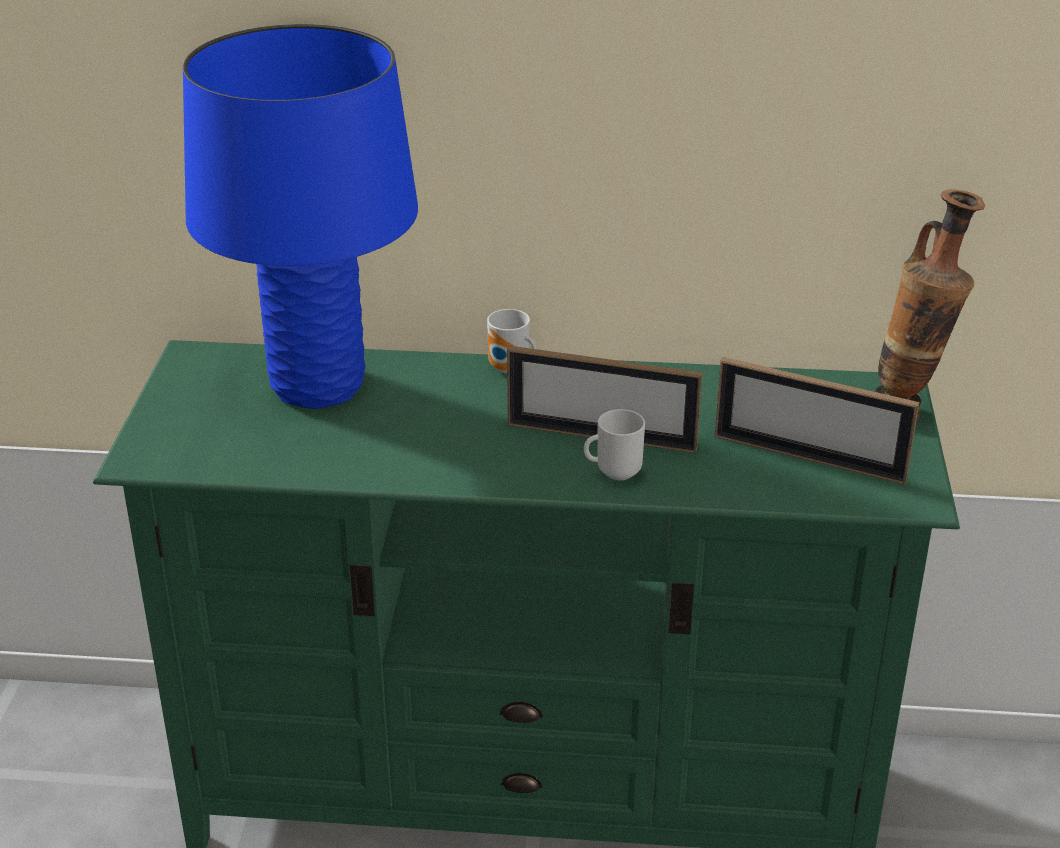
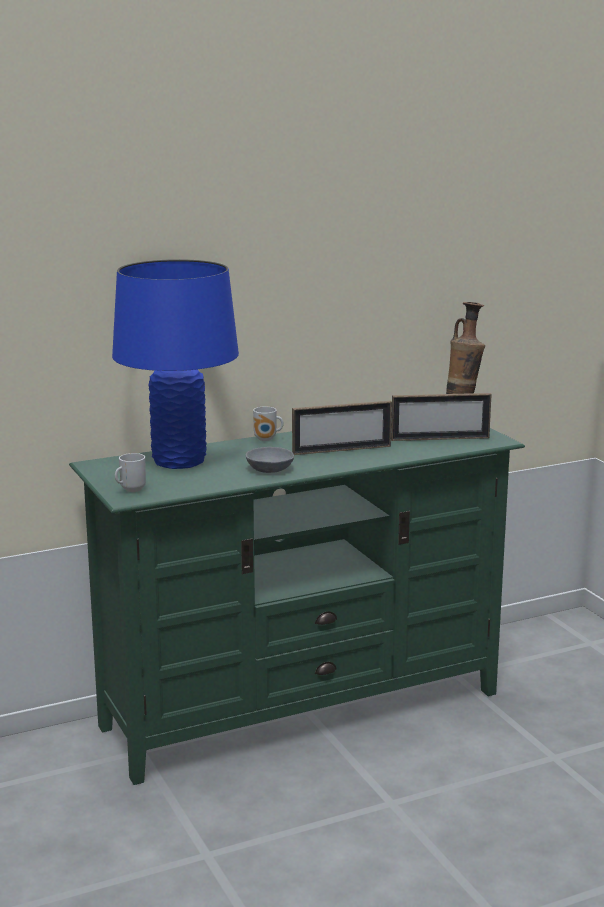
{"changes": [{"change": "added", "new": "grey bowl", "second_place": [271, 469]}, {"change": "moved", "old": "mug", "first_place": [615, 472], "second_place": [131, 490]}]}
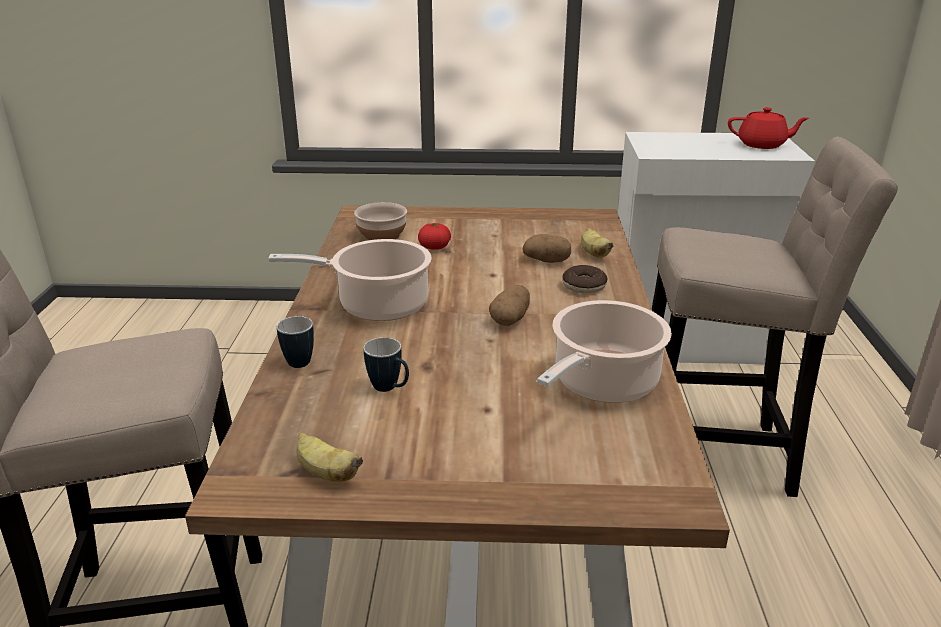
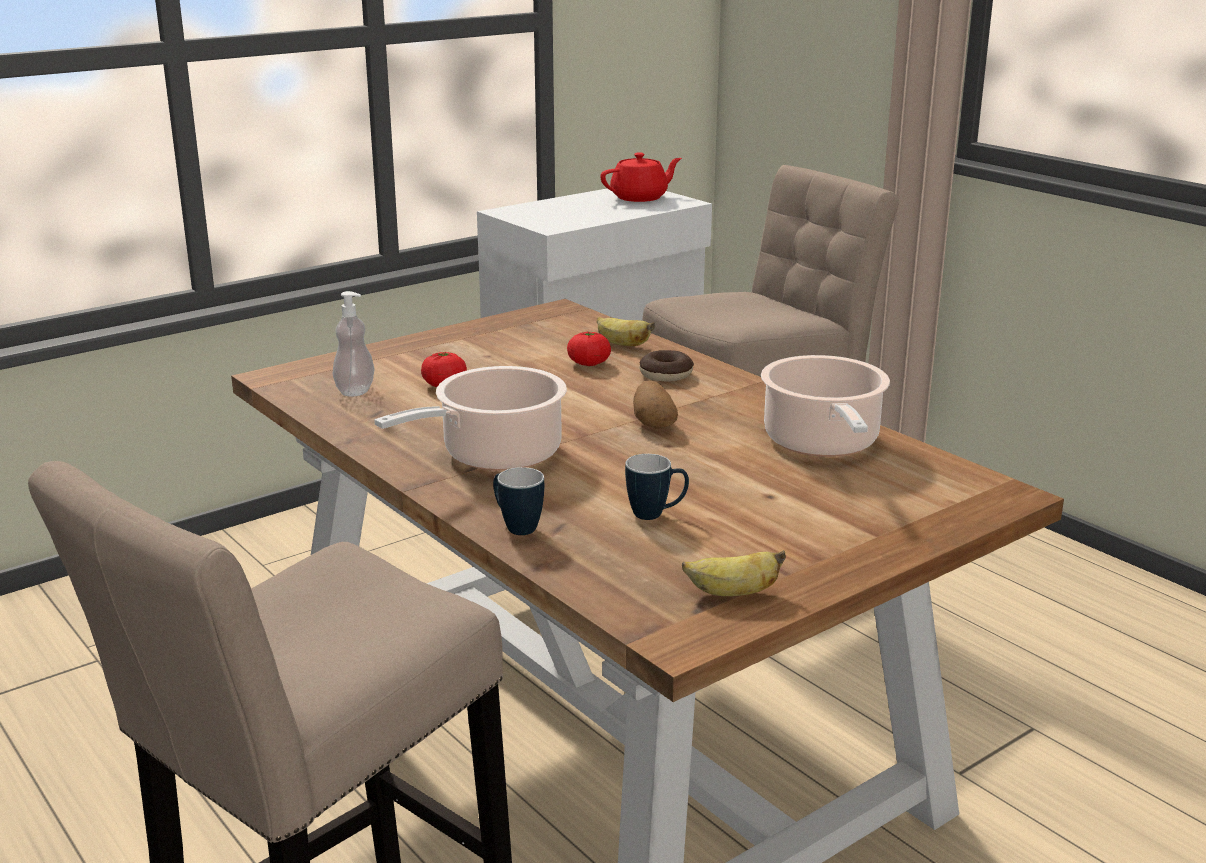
{"changes": [{"change": "replaced", "old": "bowl", "new": "soap dispenser", "first_place": [382, 235], "second_place": [355, 391]}, {"change": "replaced", "old": "potato", "new": "tomato", "first_place": [547, 260], "second_place": [589, 363]}]}
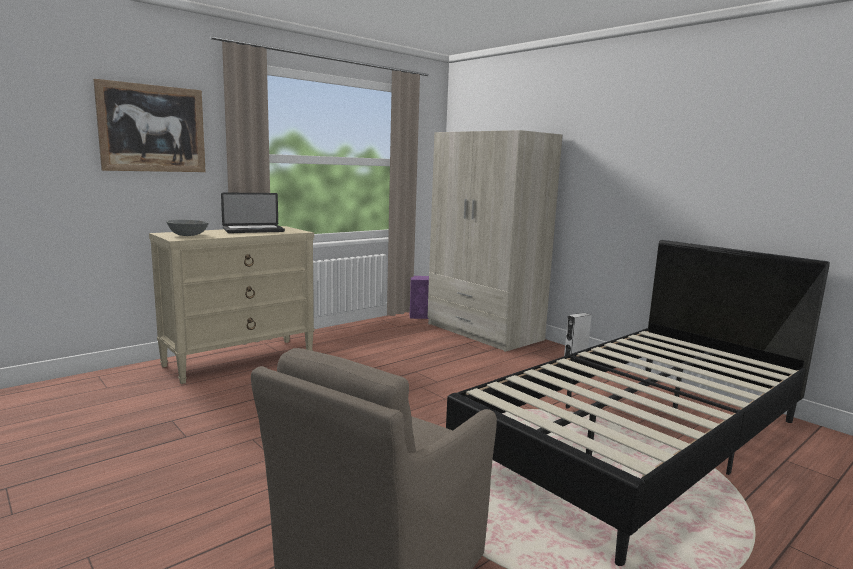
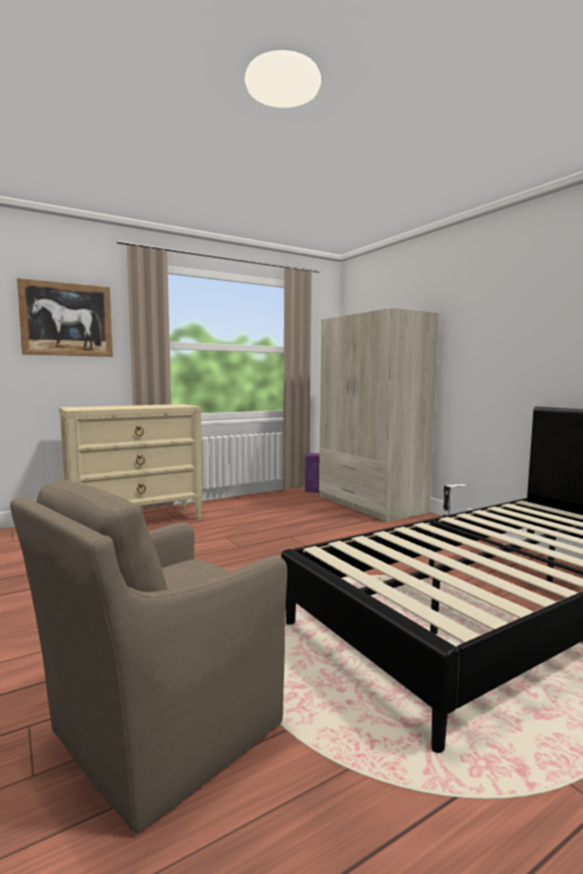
{"changes": [{"change": "removed", "old": "grey bowl", "first_place": [187, 235]}, {"change": "removed", "old": "laptop", "first_place": [253, 230]}]}
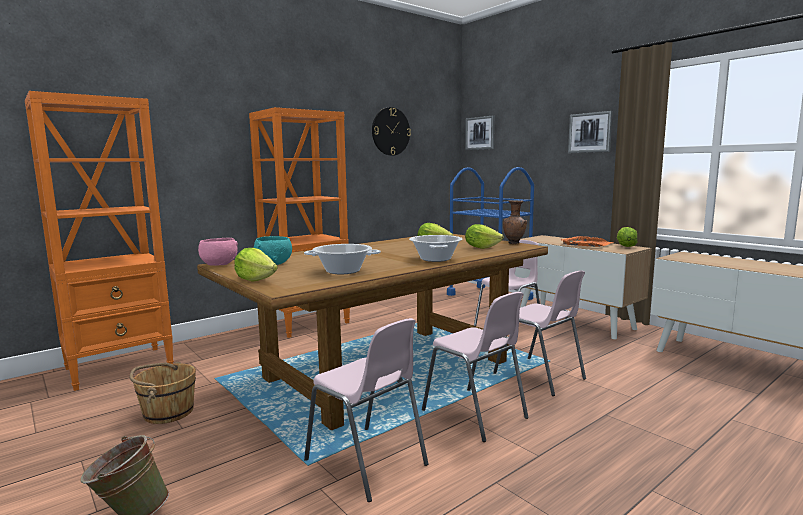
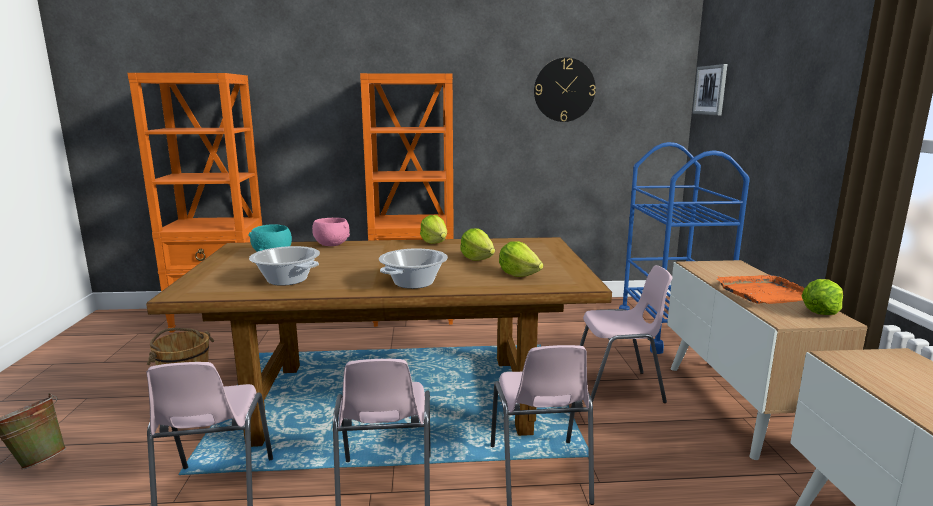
{"changes": [{"change": "removed", "old": "brown vase", "first_place": [514, 243]}, {"change": "removed", "old": "picture", "first_place": [590, 132]}, {"change": "moved", "old": "pink bowl", "first_place": [218, 265], "second_place": [331, 245]}, {"change": "moved", "old": "lettuce", "first_place": [255, 279], "second_place": [434, 242]}]}
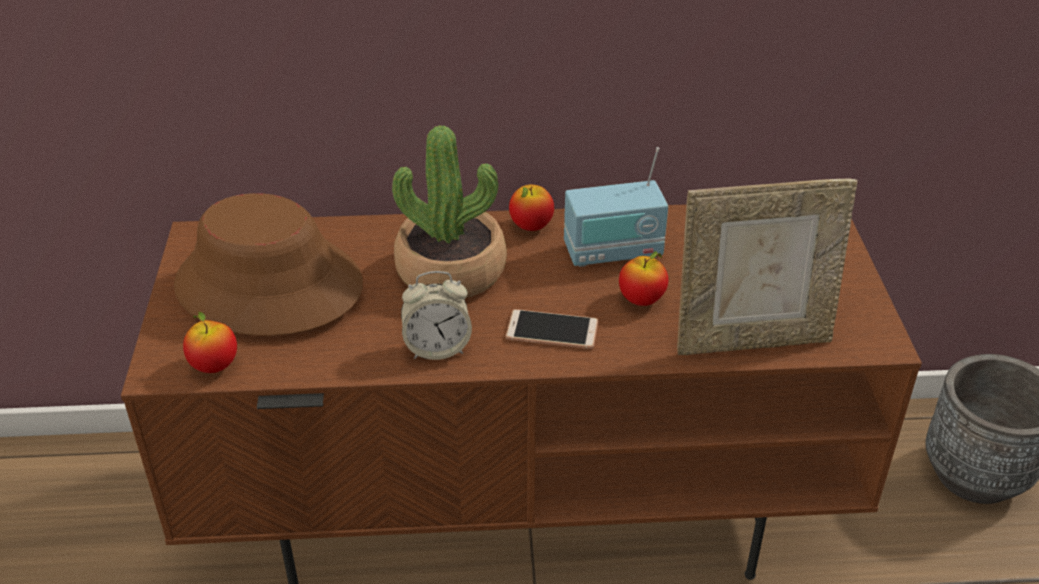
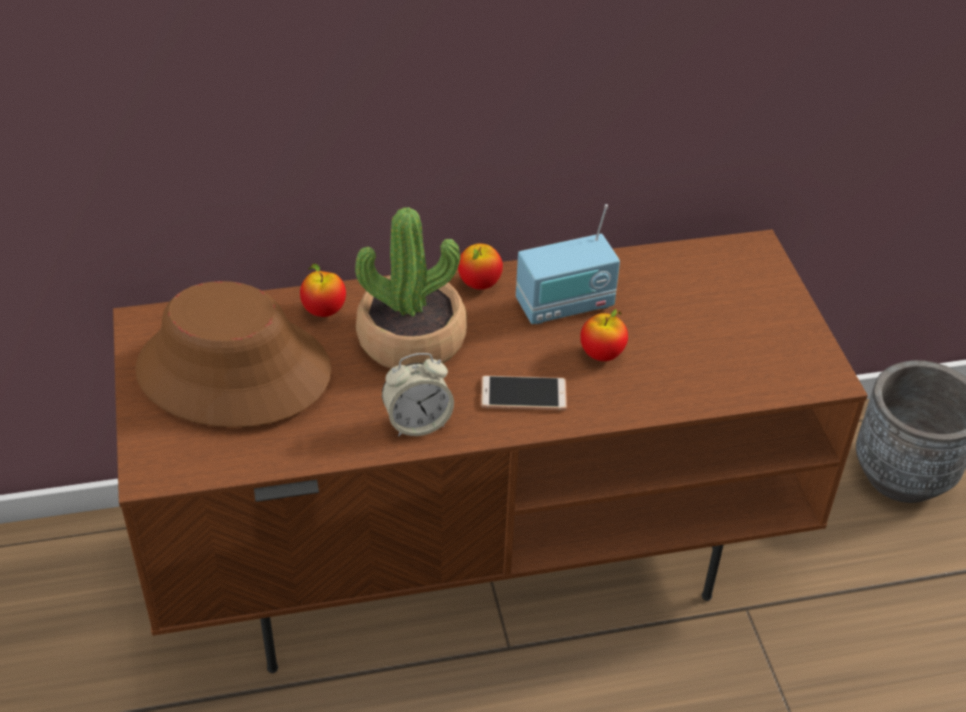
{"changes": [{"change": "removed", "old": "picture frame", "first_place": [751, 340]}, {"change": "moved", "old": "apple", "first_place": [214, 366], "second_place": [324, 311]}]}
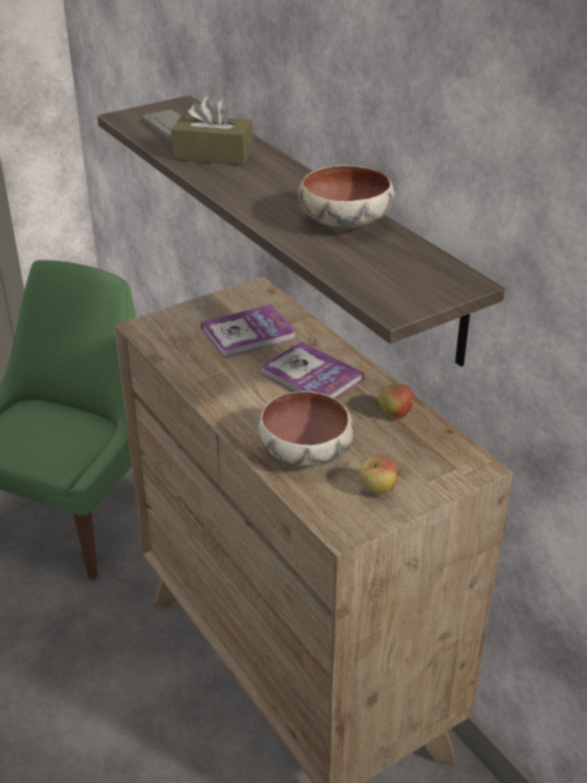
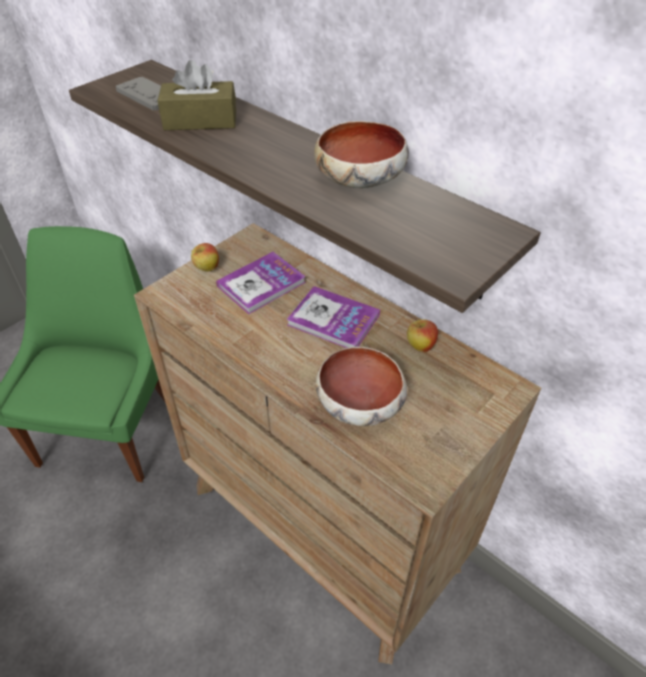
{"changes": [{"change": "moved", "old": "apple", "first_place": [377, 490], "second_place": [207, 269]}]}
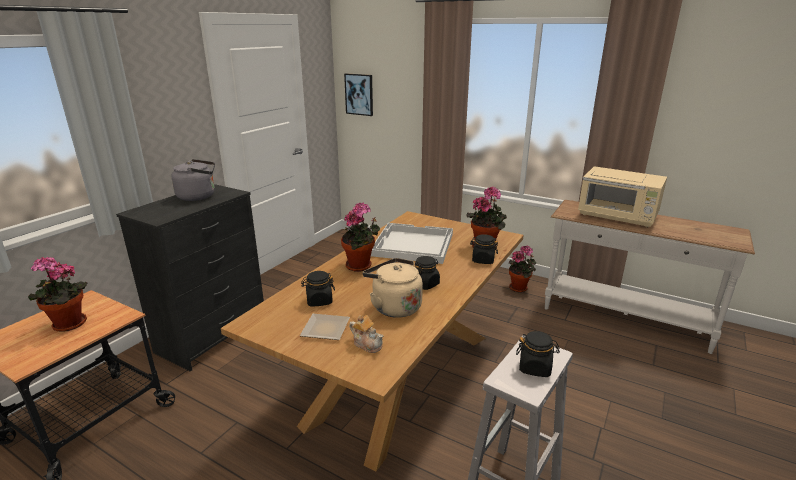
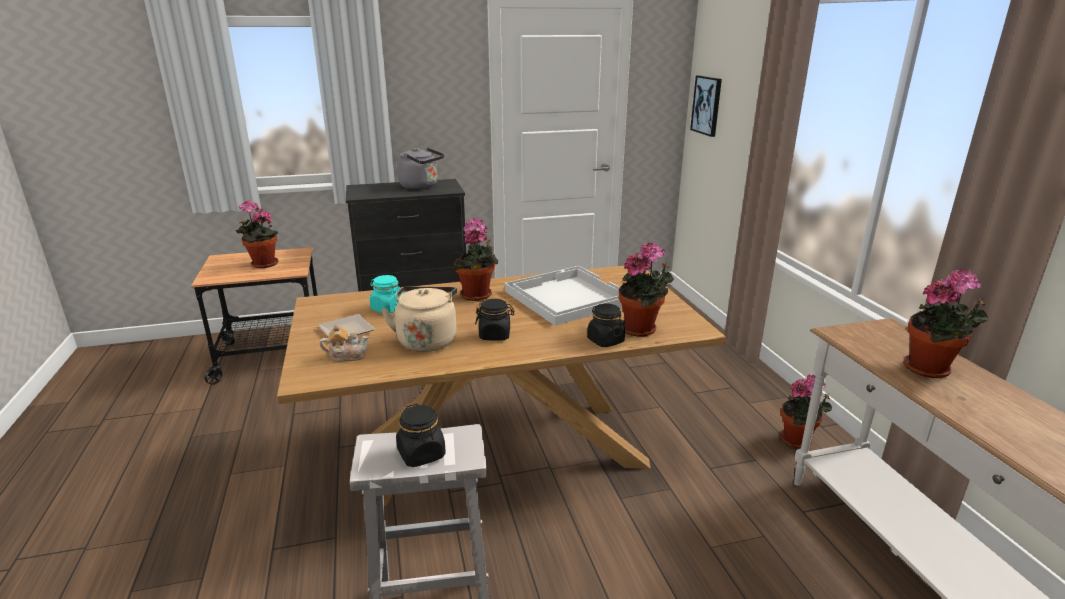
{"changes": [{"change": "replaced", "old": "beige microwave", "new": "potted plant", "first_place": [618, 217], "second_place": [931, 370]}, {"change": "recoloured", "old": "black jar", "new": "turquoise jar", "first_place": [319, 301], "second_place": [387, 308]}, {"change": "turned", "old": "teapot", "first_place": [367, 344], "second_place": [347, 356], "degrees": -90}]}
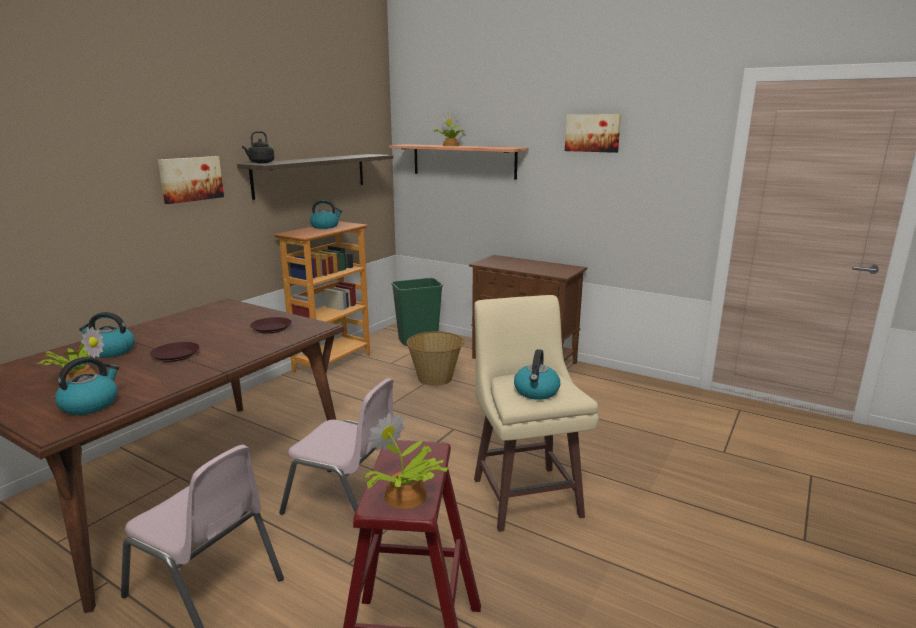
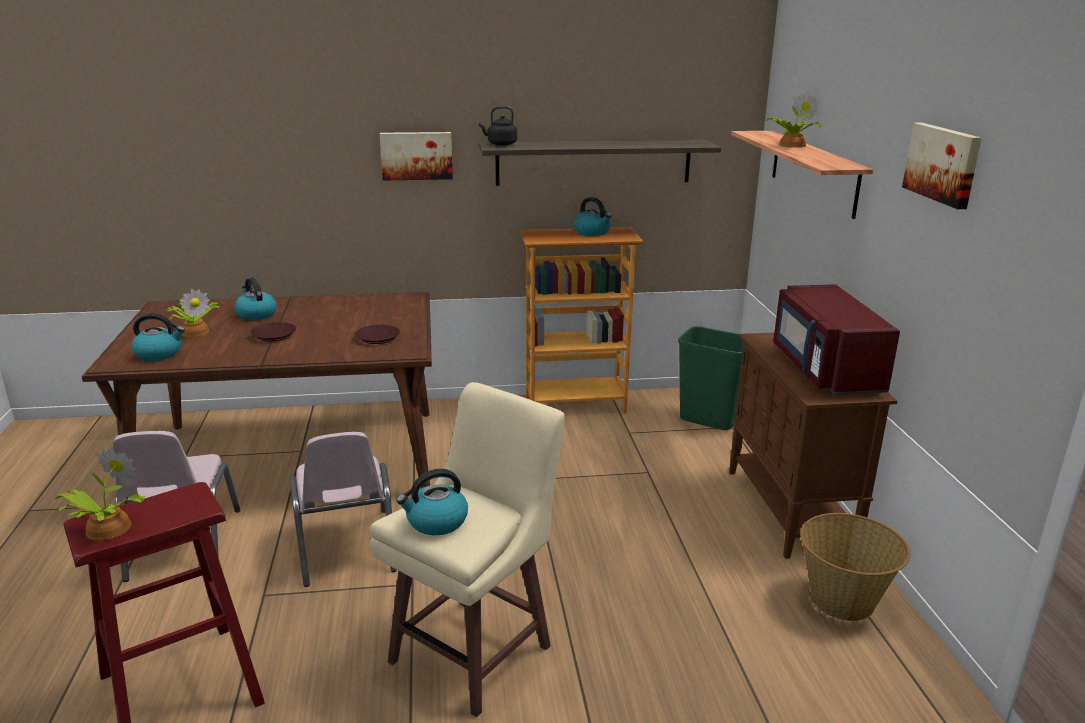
{"changes": [{"change": "added", "new": "red microwave", "second_place": [824, 370]}, {"change": "moved", "old": "basket", "first_place": [435, 378], "second_place": [843, 601]}]}
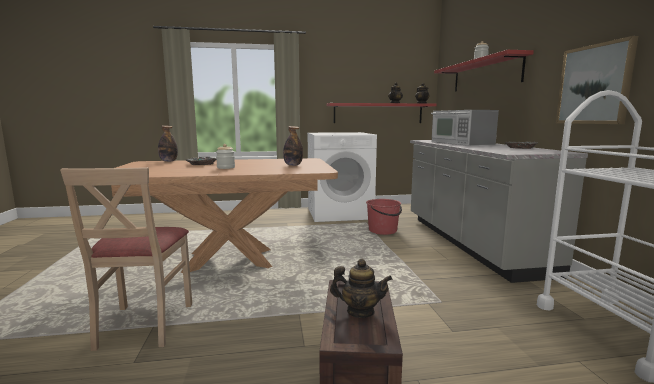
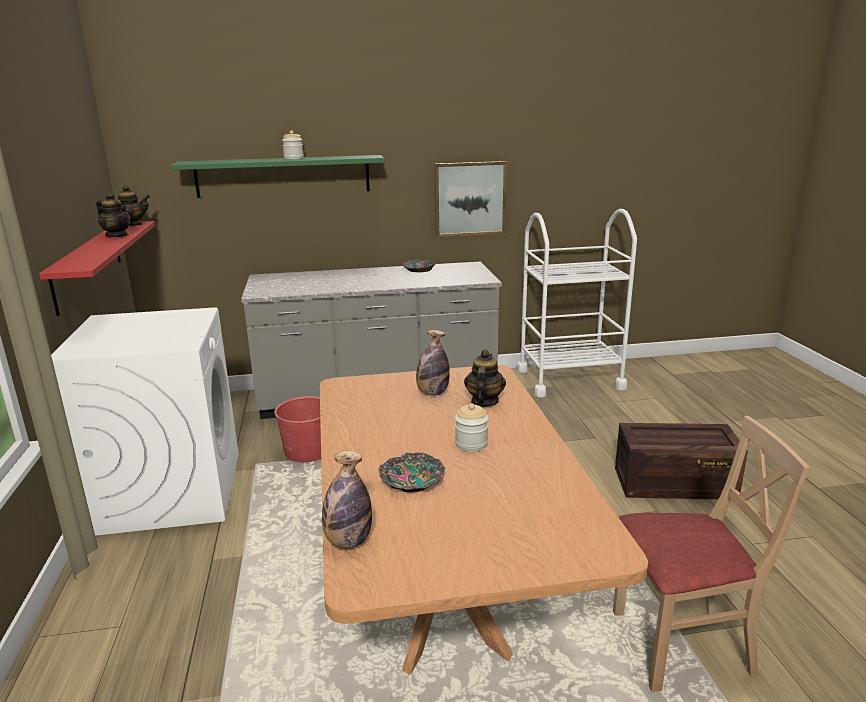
{"changes": [{"change": "removed", "old": "microwave", "first_place": [460, 143]}, {"change": "moved", "old": "teapot", "first_place": [360, 311], "second_place": [484, 402]}, {"change": "recoloured", "old": "red shelf", "new": "green shelf", "first_place": [485, 75], "second_place": [283, 176]}]}
